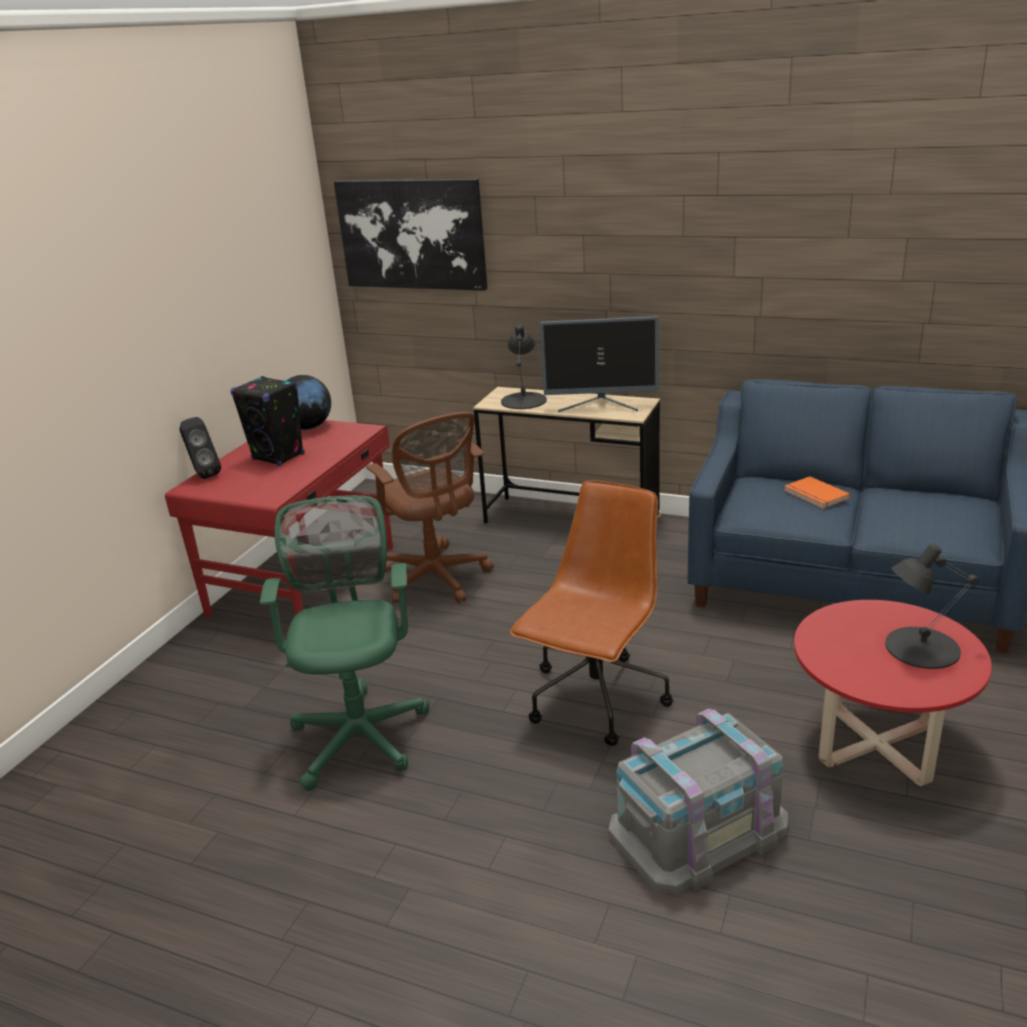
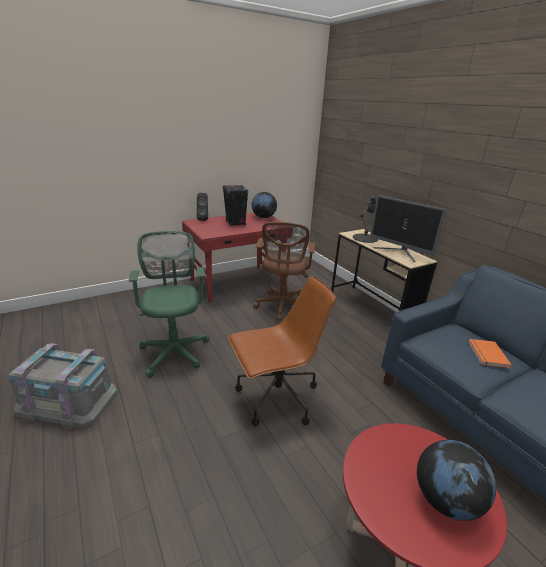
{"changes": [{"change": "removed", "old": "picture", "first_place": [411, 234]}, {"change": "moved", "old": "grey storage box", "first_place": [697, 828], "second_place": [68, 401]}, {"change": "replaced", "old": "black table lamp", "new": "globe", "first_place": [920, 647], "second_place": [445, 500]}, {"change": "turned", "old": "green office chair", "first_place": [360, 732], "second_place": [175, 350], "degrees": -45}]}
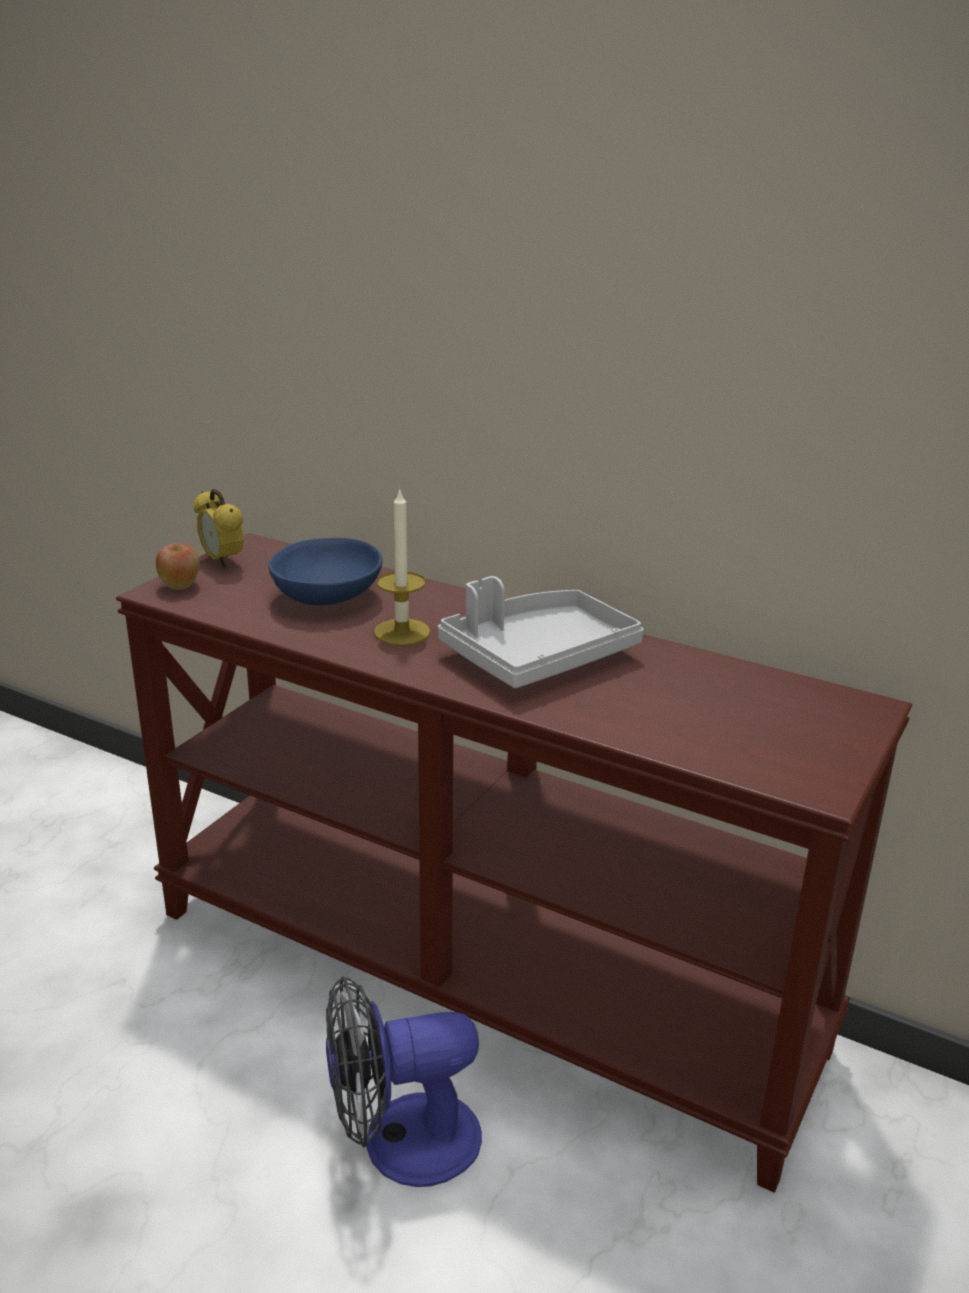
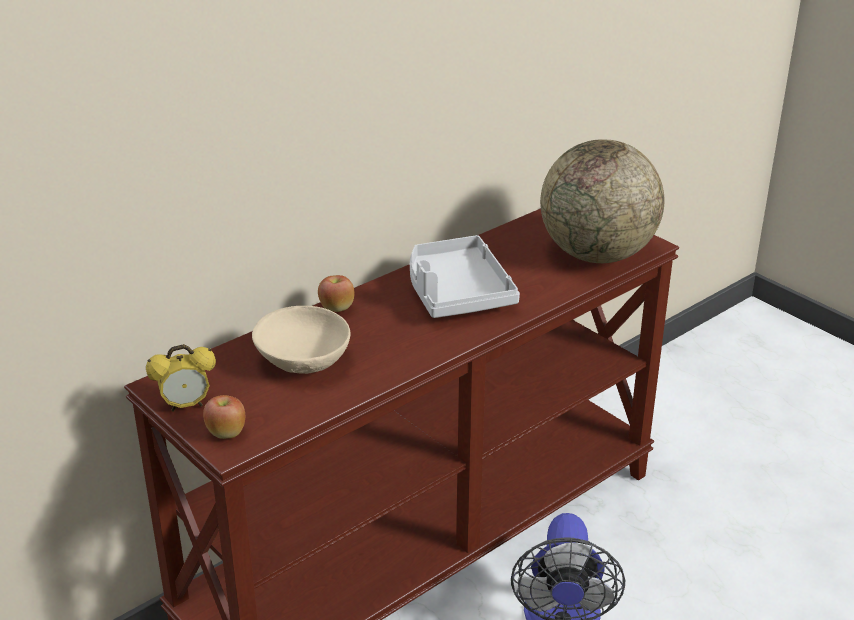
{"changes": [{"change": "removed", "old": "candle", "first_place": [402, 632]}, {"change": "added", "new": "apple", "second_place": [336, 308]}, {"change": "added", "new": "globe", "second_place": [597, 254]}, {"change": "recoloured", "old": "blue bowl", "new": "beige bowl", "first_place": [328, 597], "second_place": [304, 360]}]}
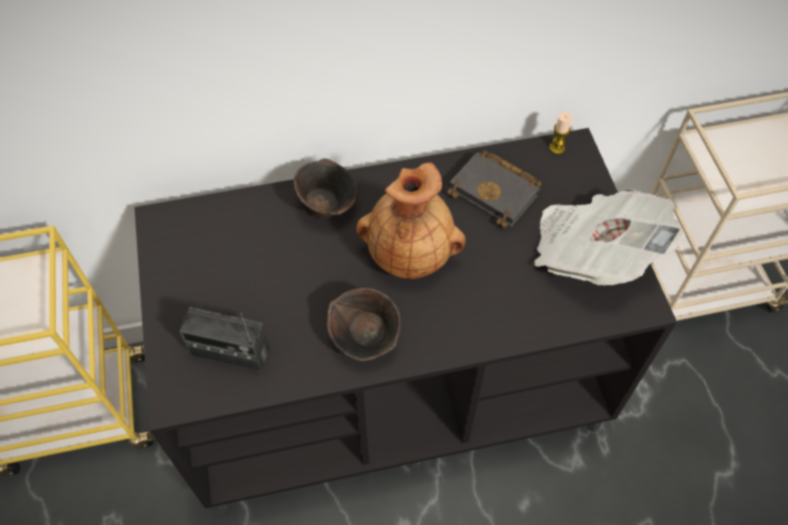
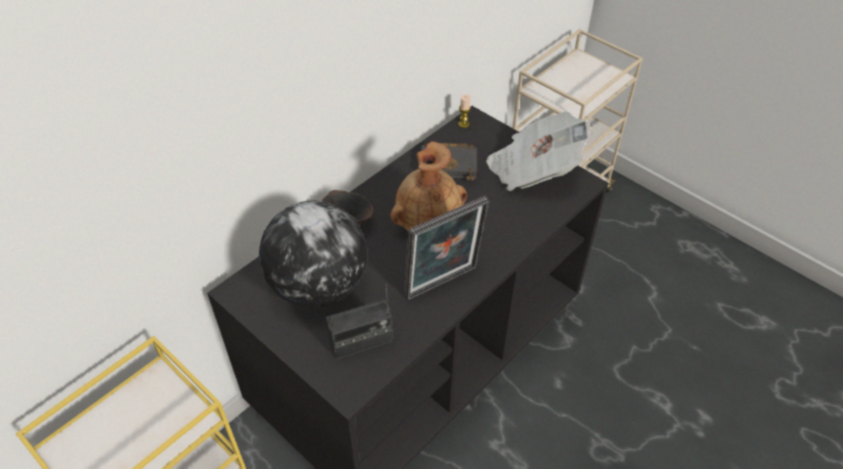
{"changes": [{"change": "added", "new": "globe", "second_place": [318, 286]}, {"change": "replaced", "old": "brown bowl", "new": "picture frame", "first_place": [366, 338], "second_place": [443, 285]}]}
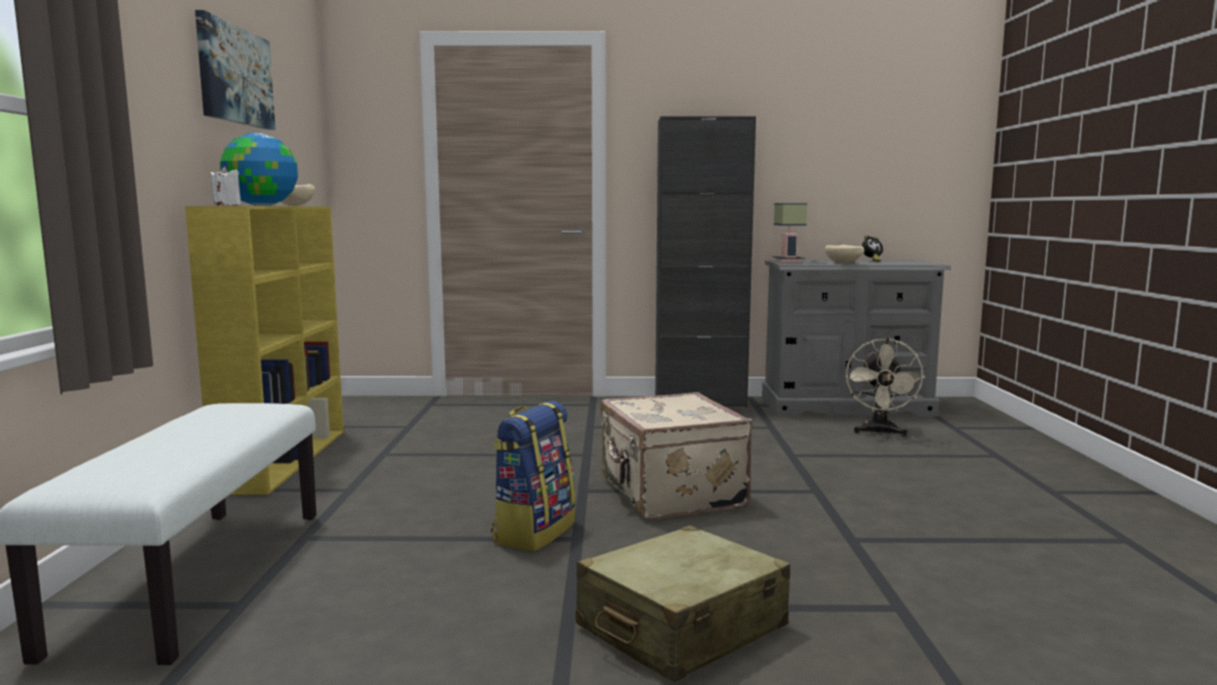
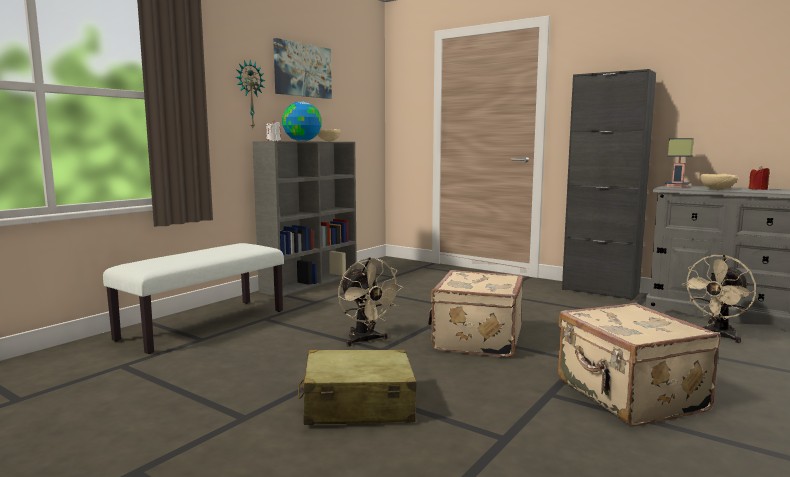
{"changes": [{"change": "added", "new": "wall clock", "second_place": [249, 94]}, {"change": "added", "new": "beige suitcase", "second_place": [628, 396]}, {"change": "replaced", "old": "backpack", "new": "beige fan", "first_place": [533, 531], "second_place": [366, 341]}, {"change": "replaced", "old": "alarm clock", "new": "red candle", "first_place": [871, 261], "second_place": [758, 189]}, {"change": "recoloured", "old": "yellow bookcase", "new": "grey bookcase", "first_place": [285, 458], "second_place": [311, 282]}]}
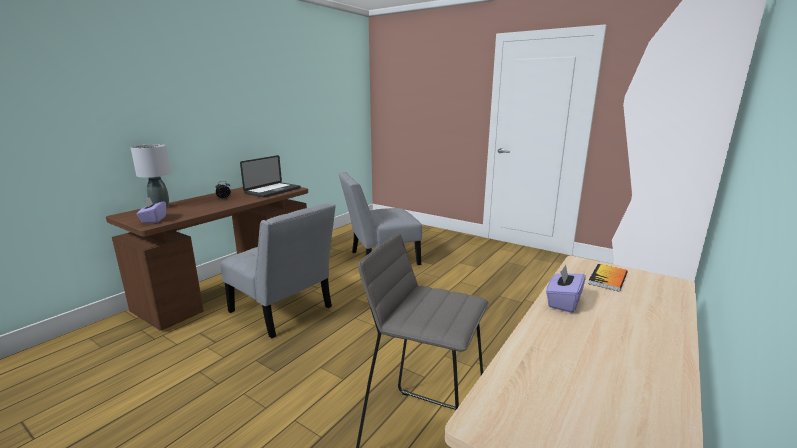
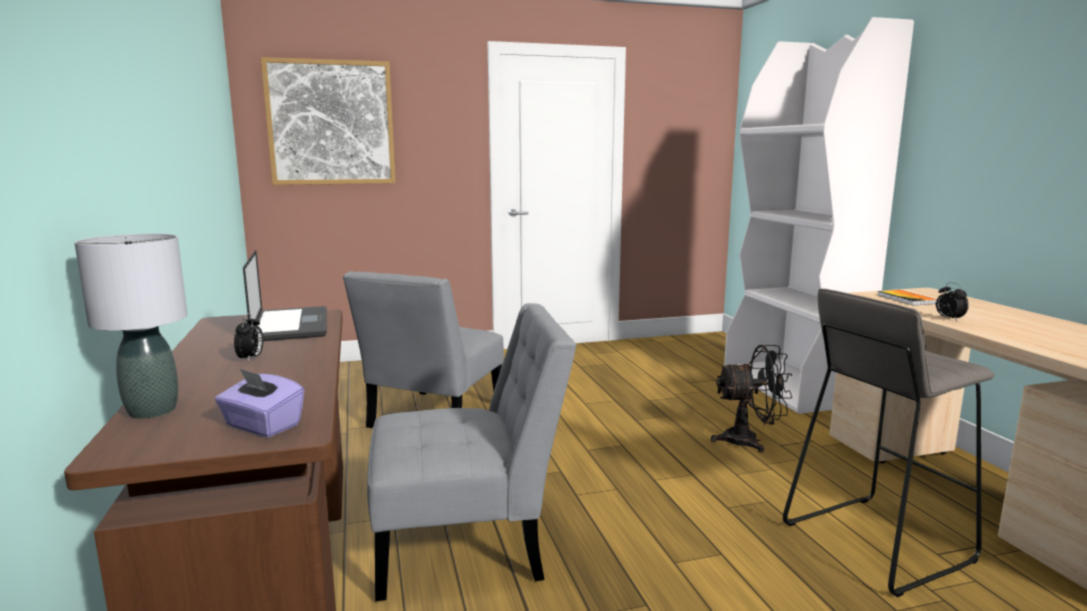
{"changes": [{"change": "added", "new": "picture", "second_place": [331, 123]}, {"change": "added", "new": "black fan", "second_place": [749, 441]}, {"change": "replaced", "old": "purple tissue box", "new": "alarm clock", "first_place": [563, 302], "second_place": [948, 319]}]}
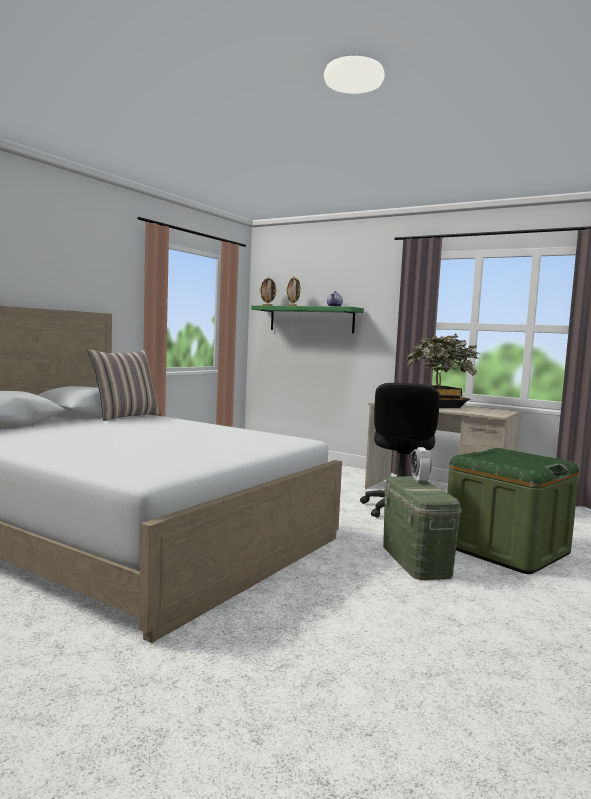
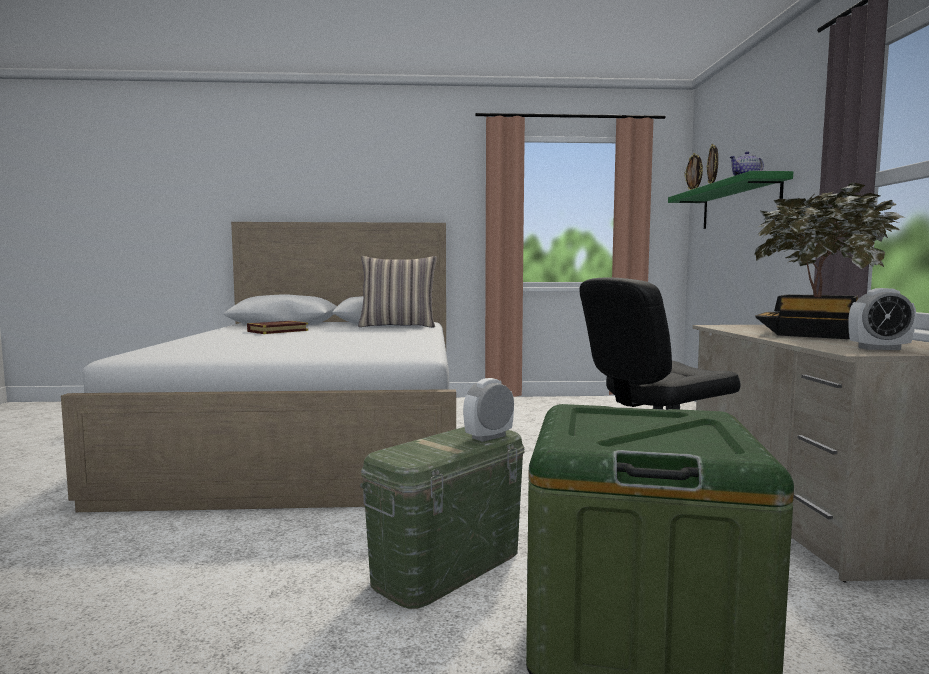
{"changes": [{"change": "added", "new": "book", "second_place": [278, 331]}, {"change": "added", "new": "alarm clock", "second_place": [879, 348]}]}
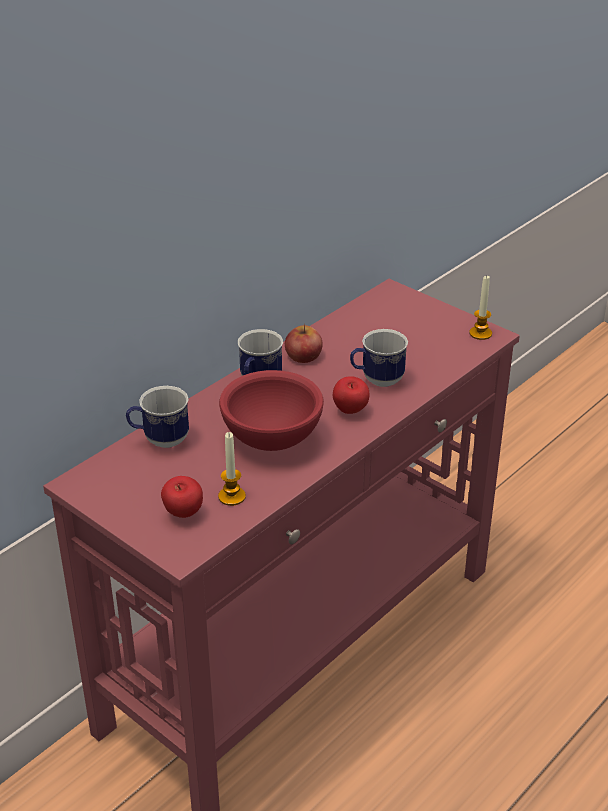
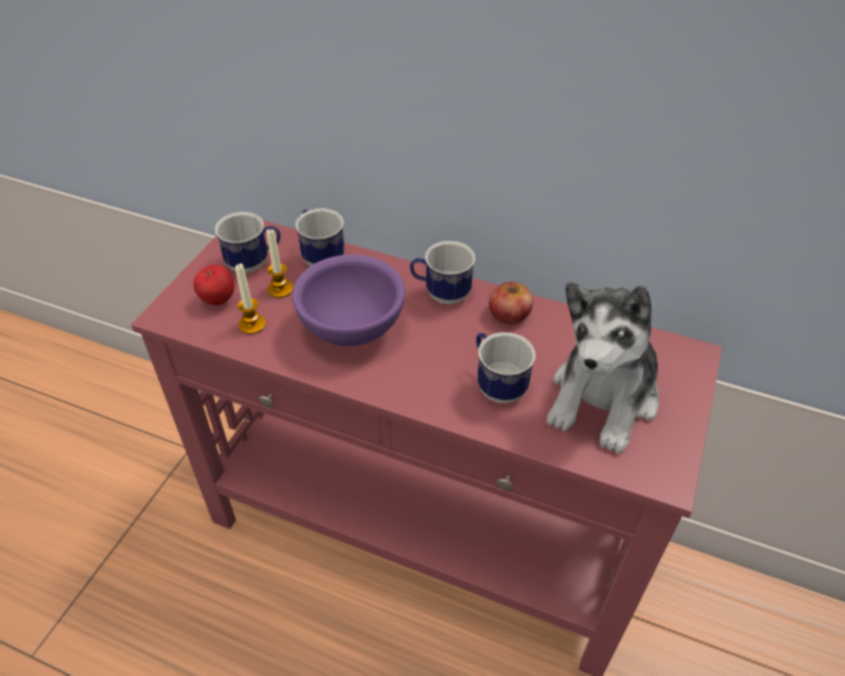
{"changes": [{"change": "removed", "old": "apple", "first_place": [350, 412]}, {"change": "added", "new": "mug", "second_place": [254, 263]}, {"change": "added", "new": "plush toy", "second_place": [603, 398]}, {"change": "moved", "old": "candle", "first_place": [480, 333], "second_place": [280, 289]}, {"change": "recoloured", "old": "red bowl", "new": "purple bowl", "first_place": [271, 438], "second_place": [353, 327]}]}
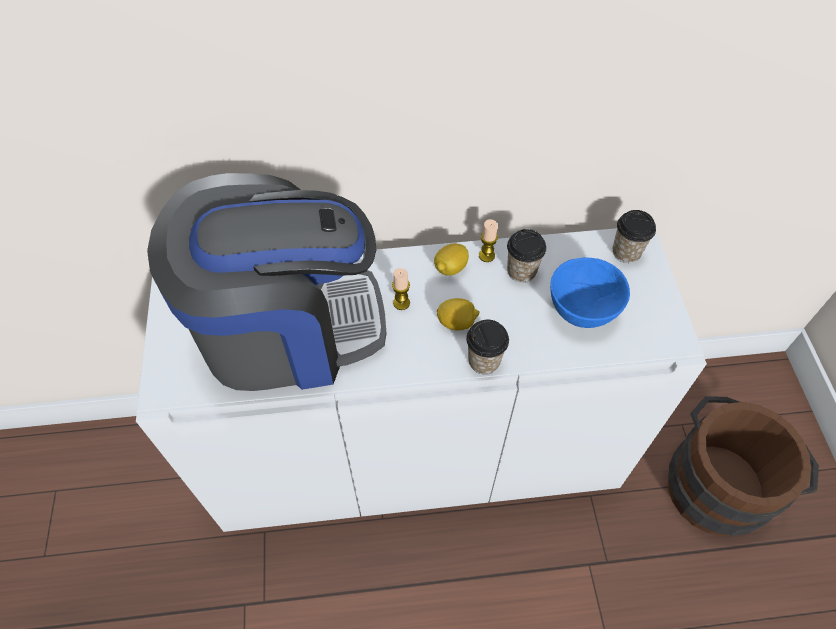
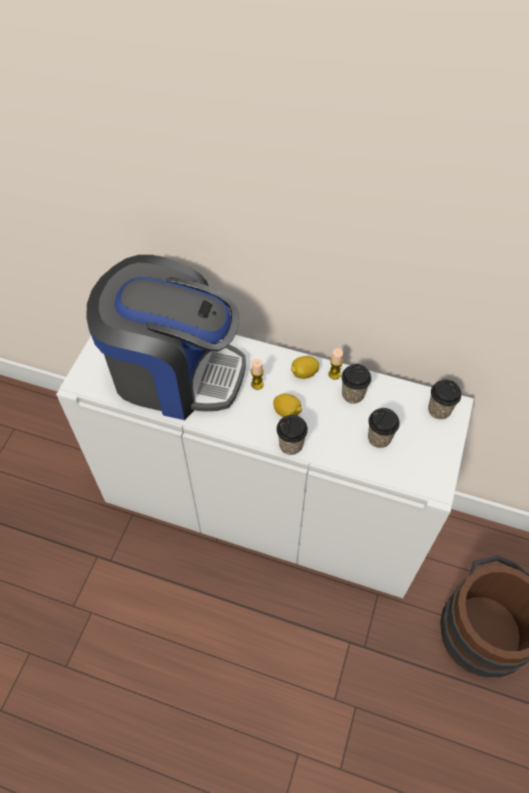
{"changes": [{"change": "replaced", "old": "blue bowl", "new": "cup", "first_place": [580, 310], "second_place": [379, 438]}]}
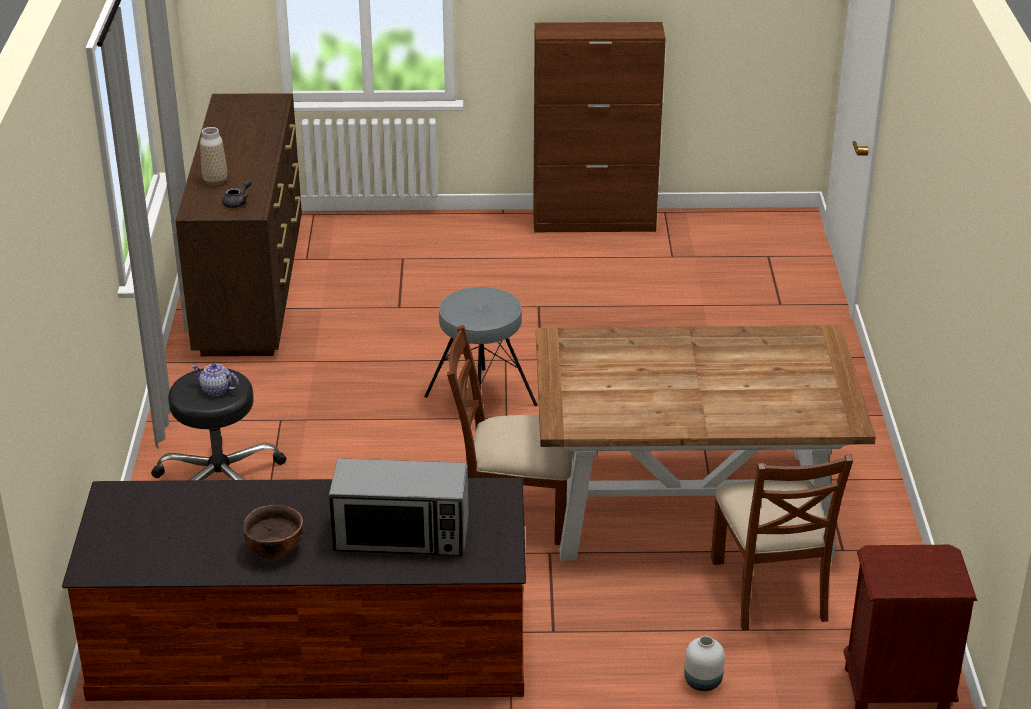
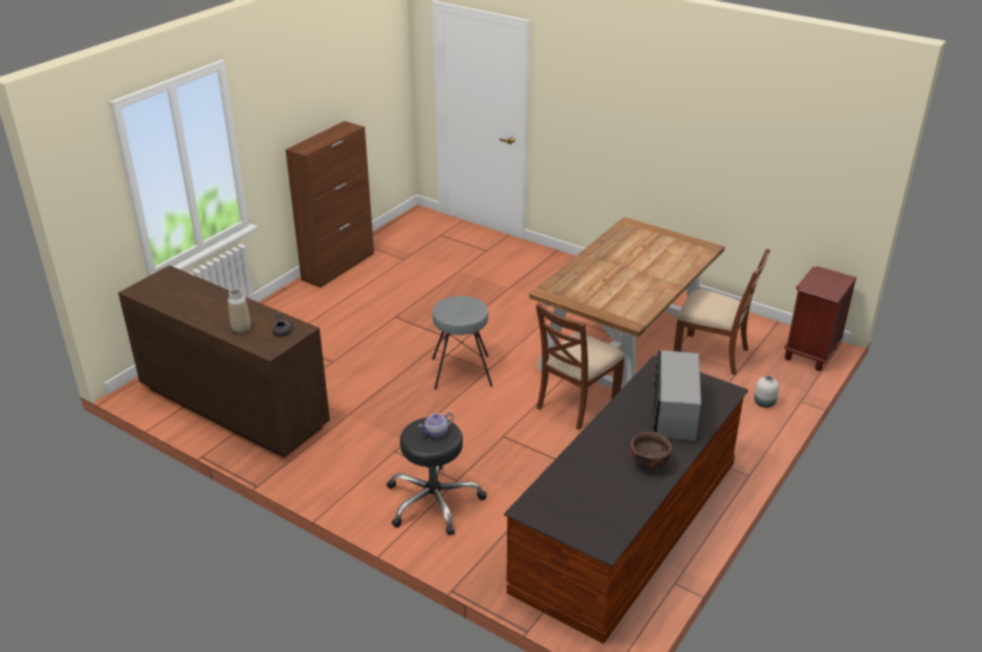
{"changes": [{"change": "turned", "old": "microwave", "first_place": [401, 535], "second_place": [673, 413], "degrees": 150}]}
